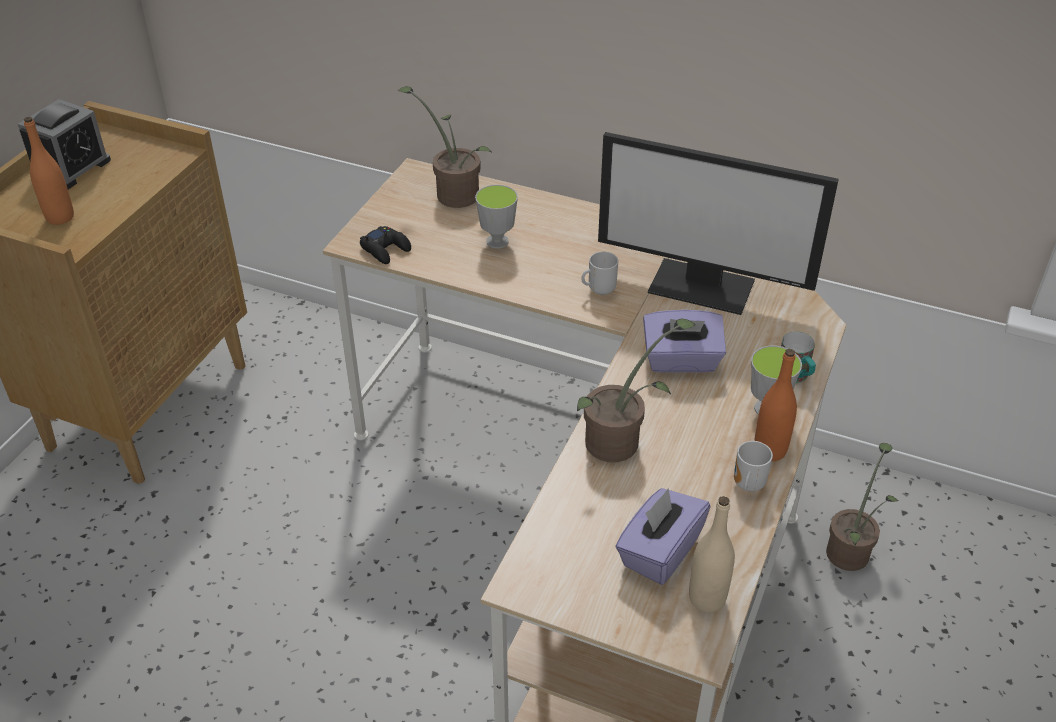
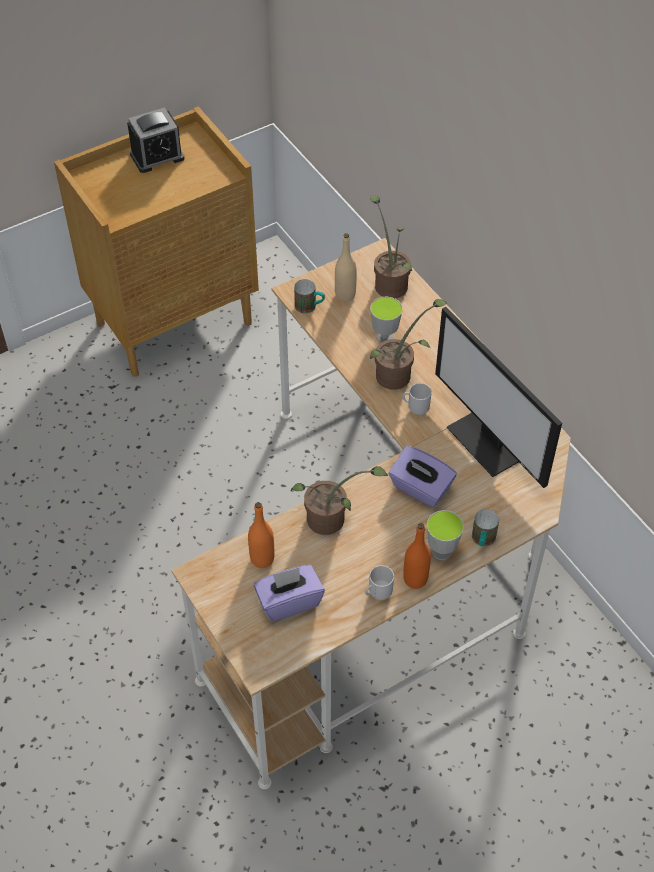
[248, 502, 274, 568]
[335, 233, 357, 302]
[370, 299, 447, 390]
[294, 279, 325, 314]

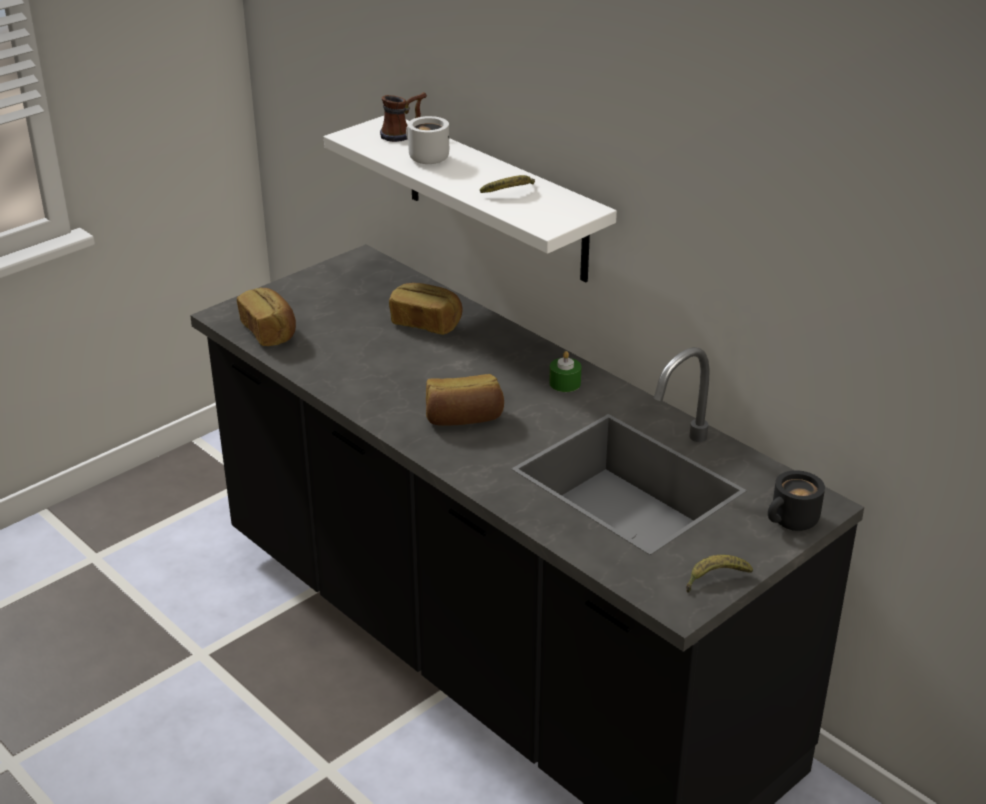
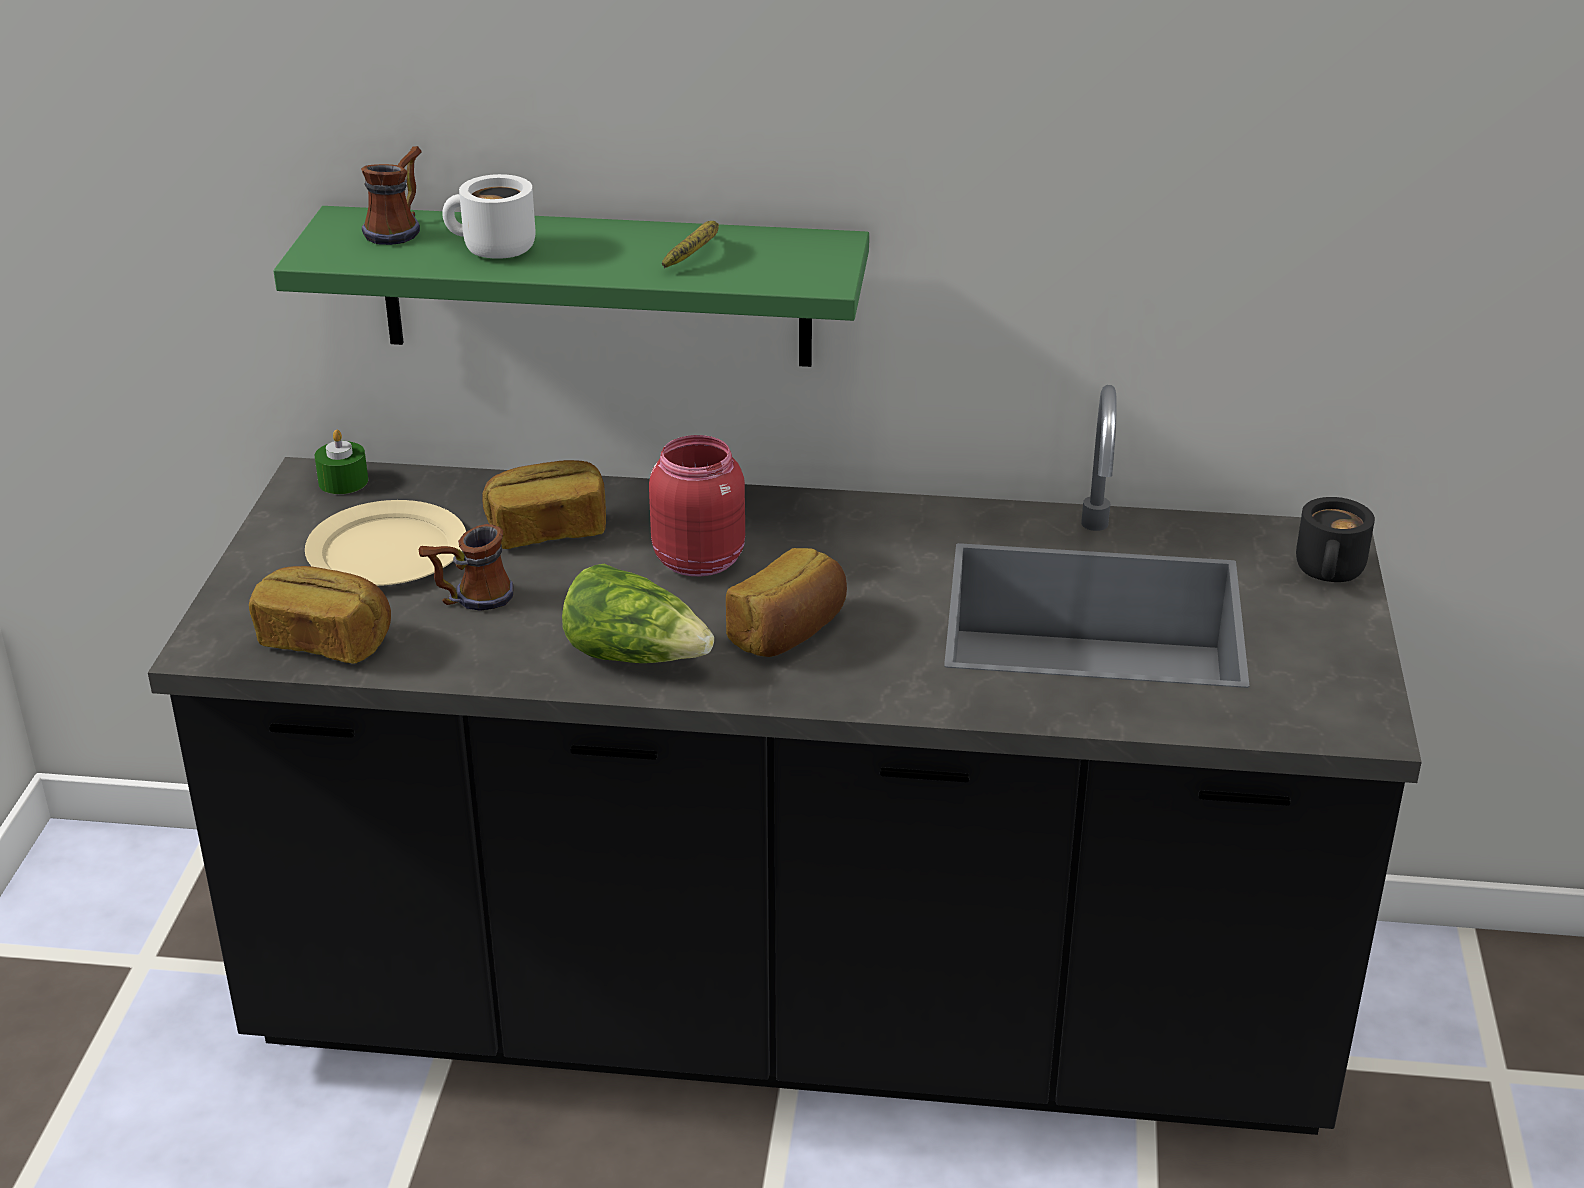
[686, 555, 753, 592] (first image)
[305, 500, 466, 586]
[418, 524, 513, 611]
[562, 564, 714, 663]
[649, 435, 745, 576]
[314, 430, 368, 494]
[274, 206, 869, 367]

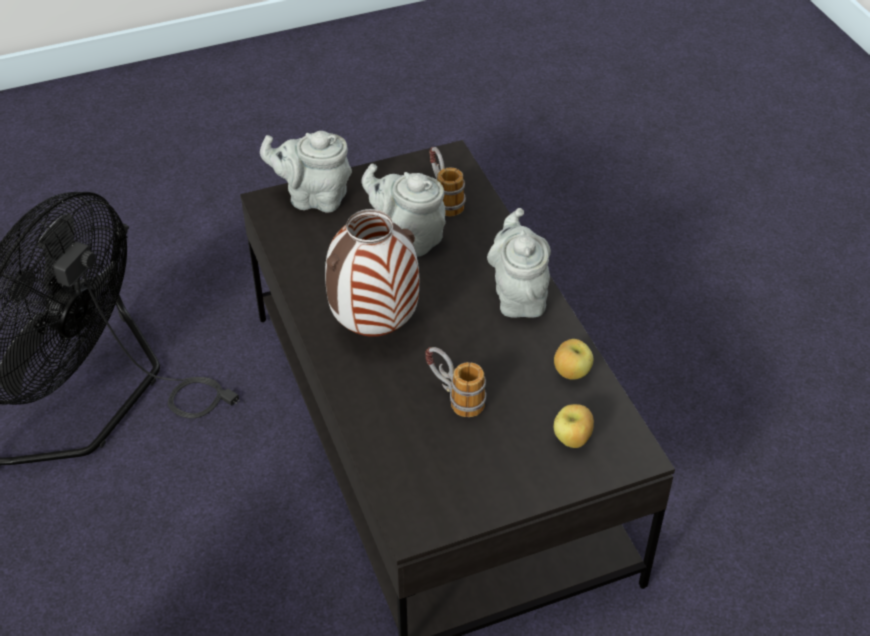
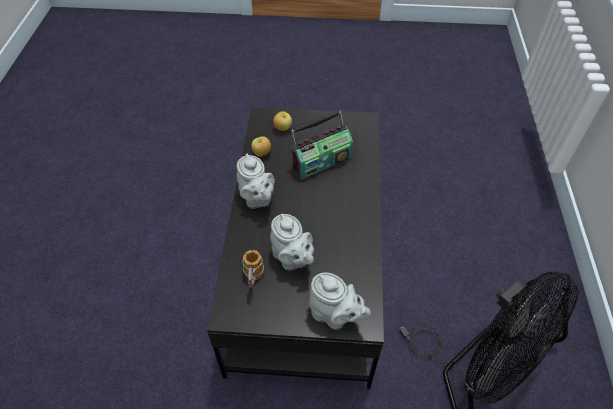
[325, 209, 419, 337] (first image)
[291, 111, 353, 179]
[237, 154, 275, 209]

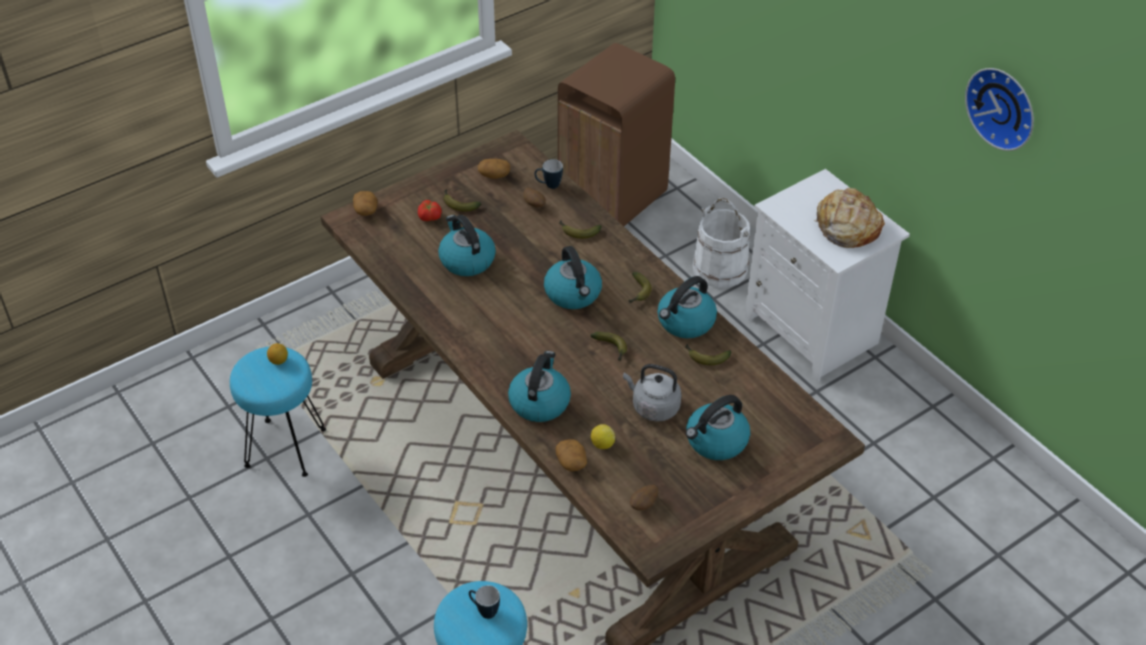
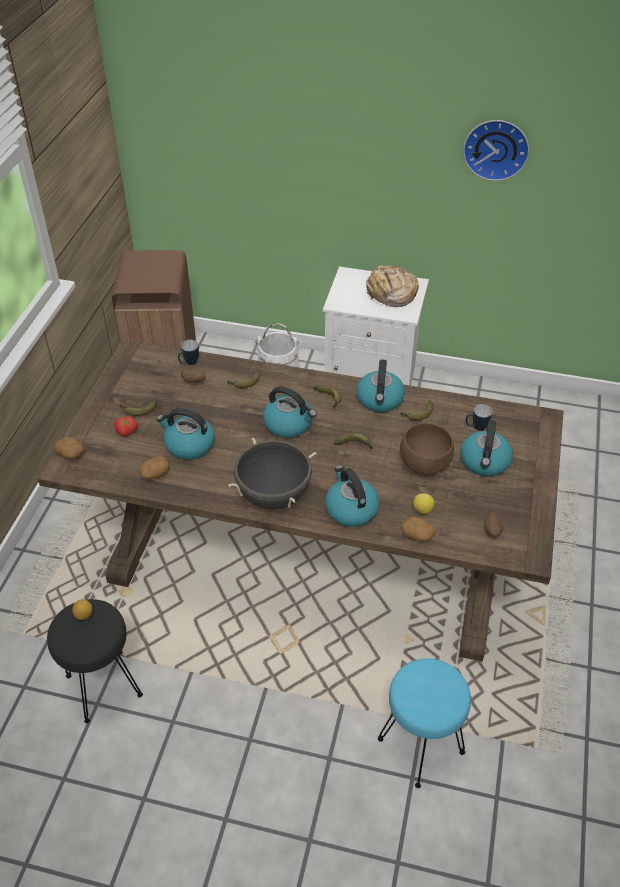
[228, 438, 316, 510]
[466, 404, 493, 431]
[139, 456, 169, 479]
[400, 423, 454, 475]
[47, 599, 143, 723]

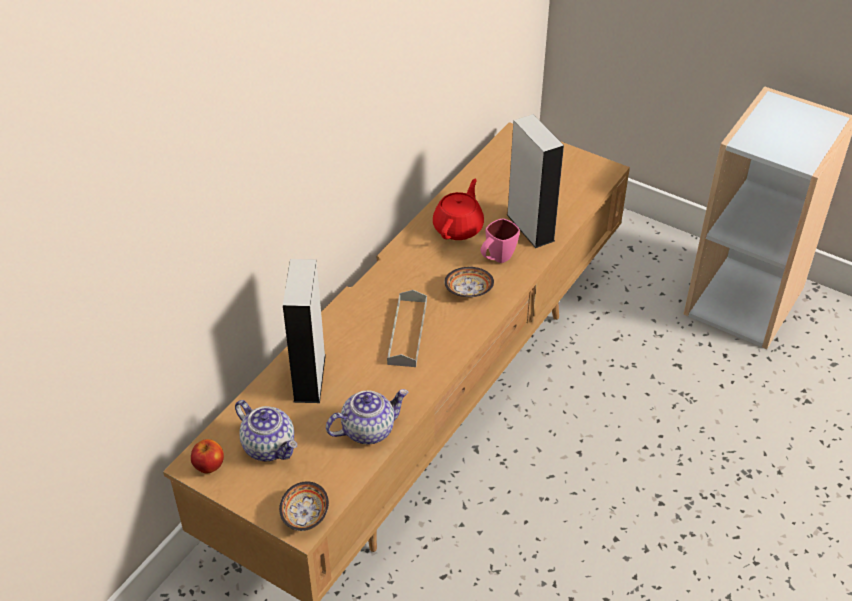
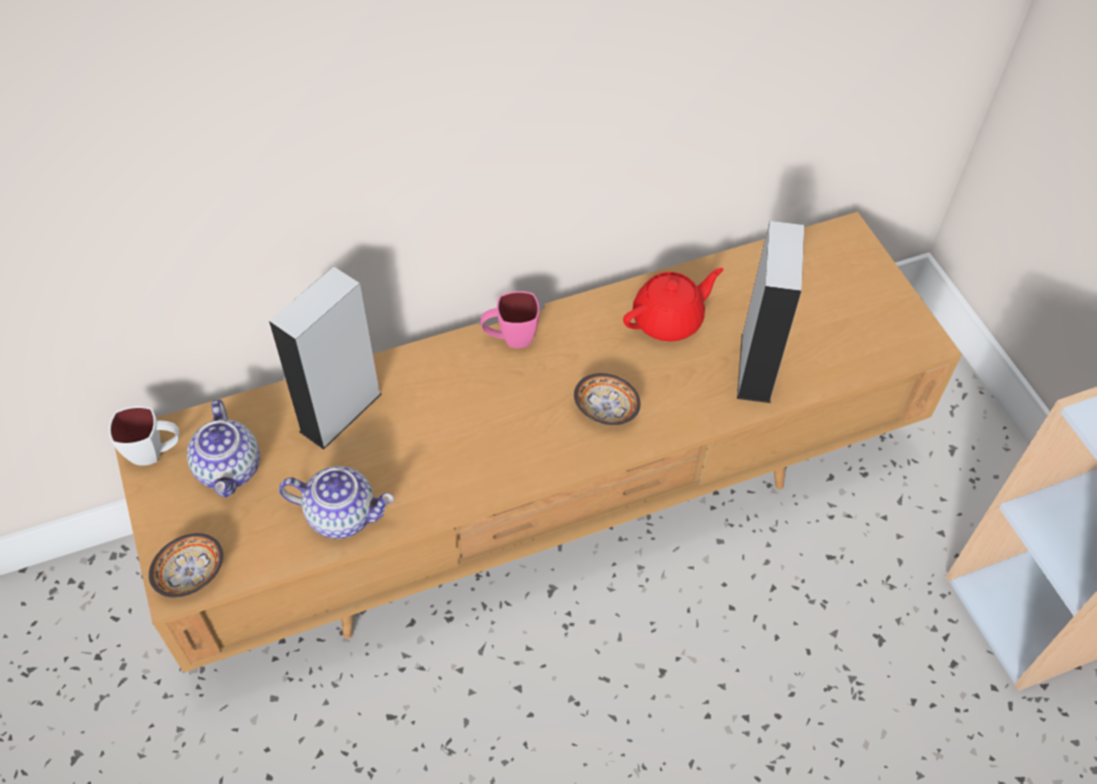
[387, 290, 427, 367] (first image)
[481, 291, 539, 348]
[109, 406, 180, 466]

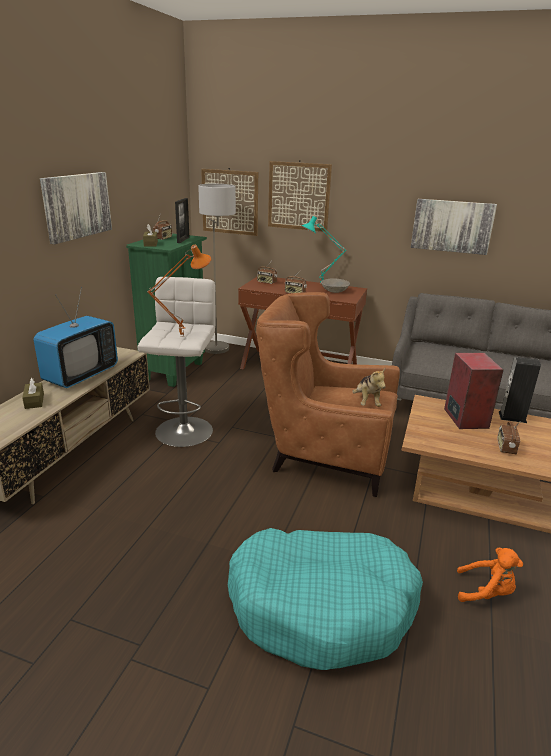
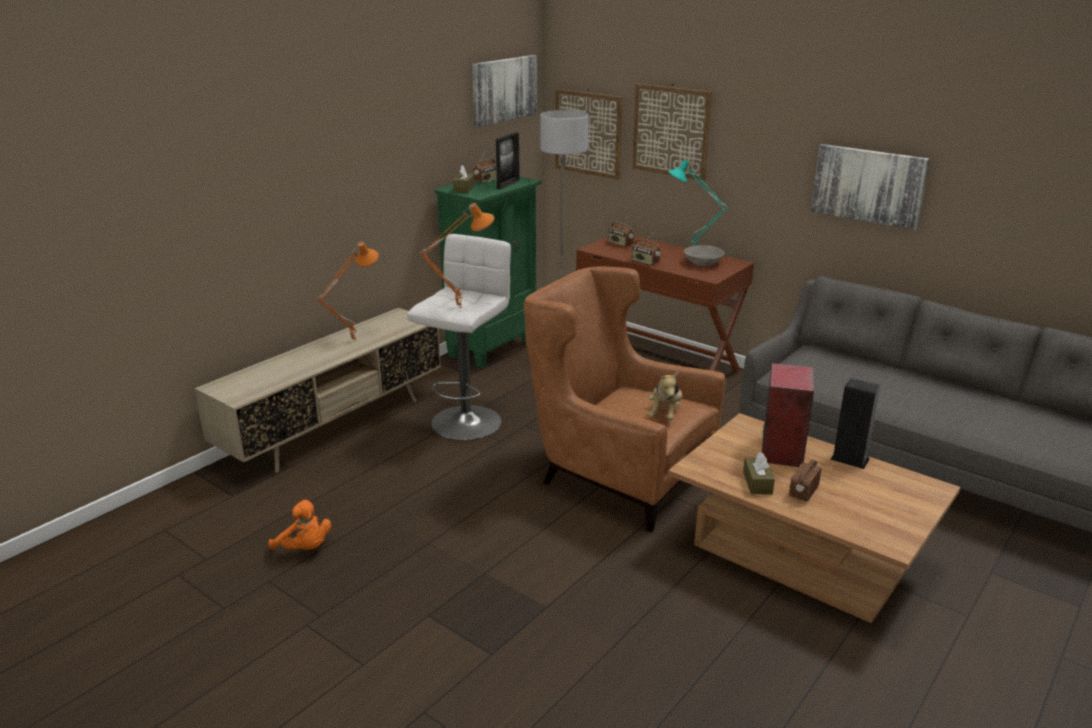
[228, 528, 423, 670] (first image)
[743, 452, 775, 494]
[472, 55, 537, 127]
[269, 500, 331, 550]
[317, 241, 379, 342]

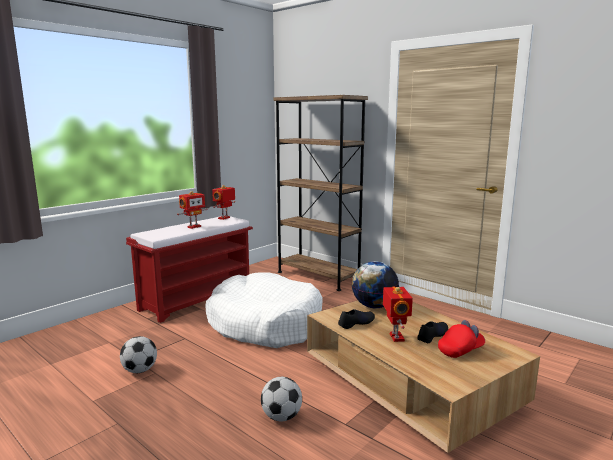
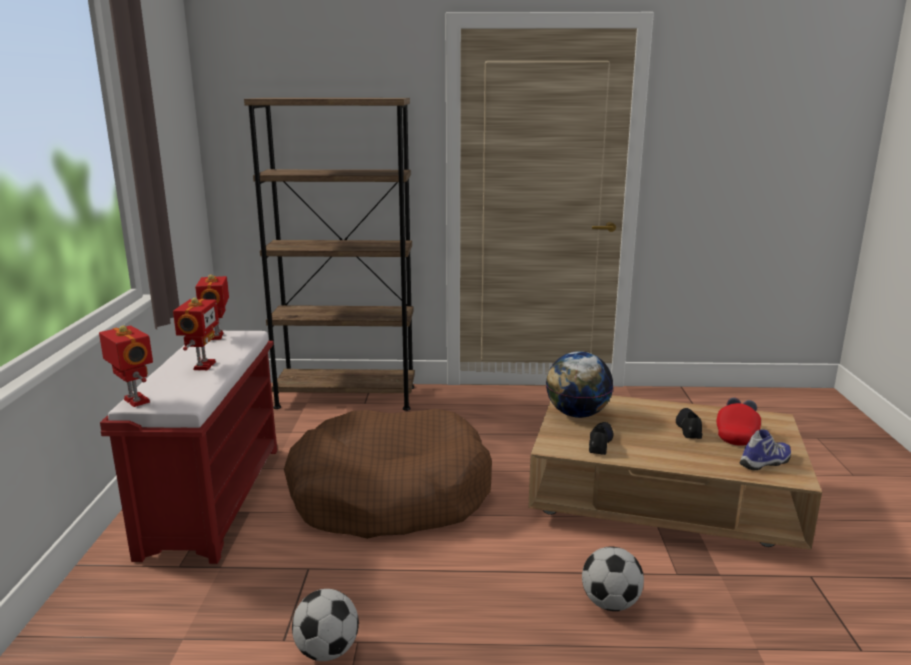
[740, 429, 791, 470]
[99, 325, 153, 407]
[284, 409, 492, 539]

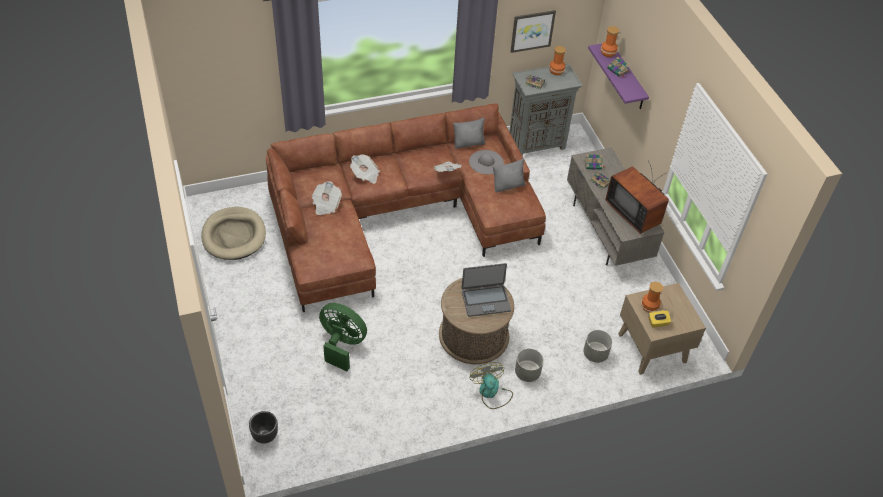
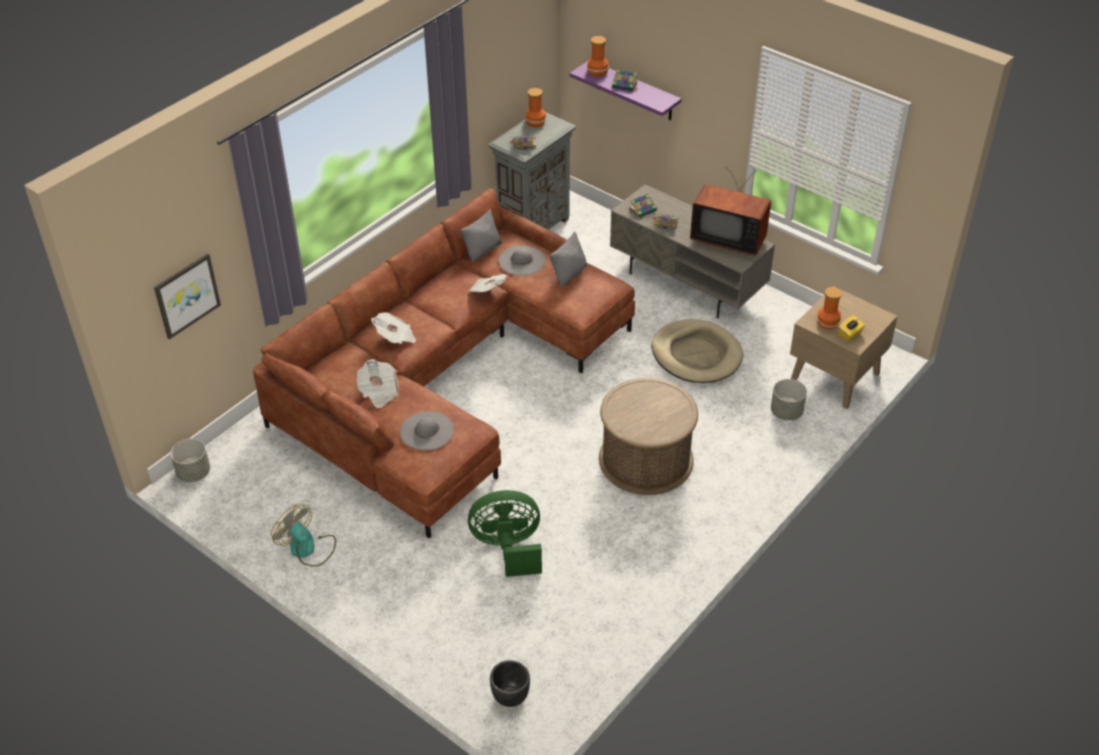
[461, 263, 511, 317] (first image)
[400, 411, 454, 450]
[651, 319, 743, 383]
[271, 504, 336, 567]
[154, 253, 221, 339]
[170, 439, 210, 482]

